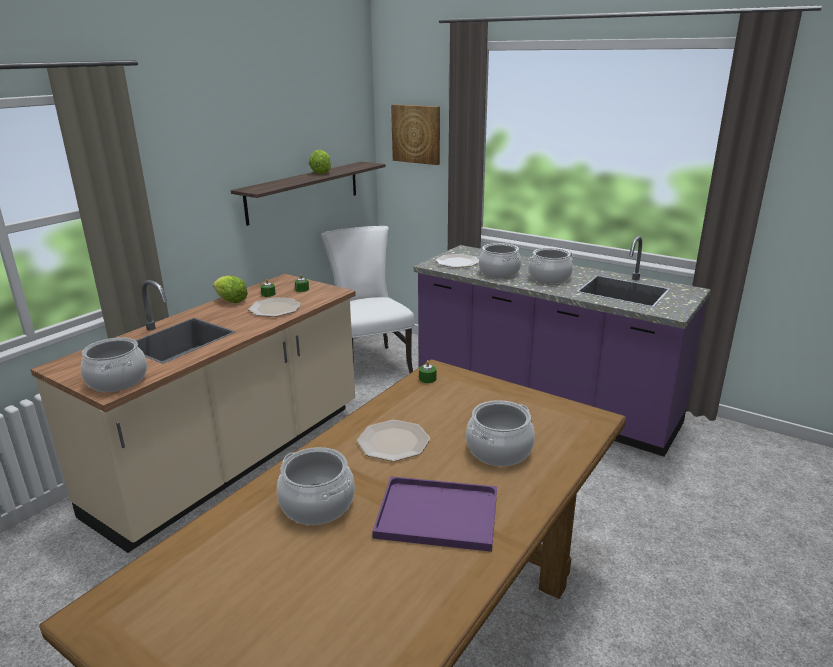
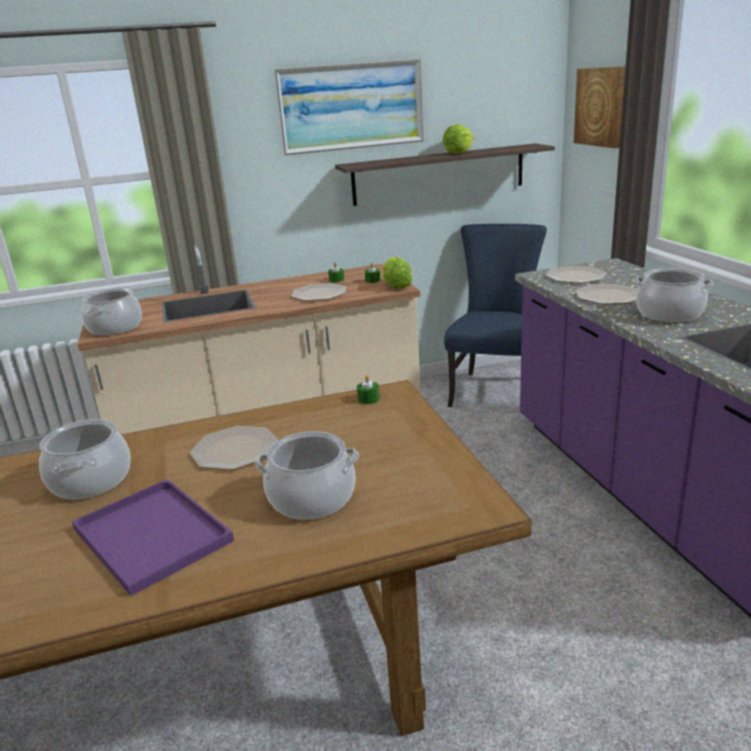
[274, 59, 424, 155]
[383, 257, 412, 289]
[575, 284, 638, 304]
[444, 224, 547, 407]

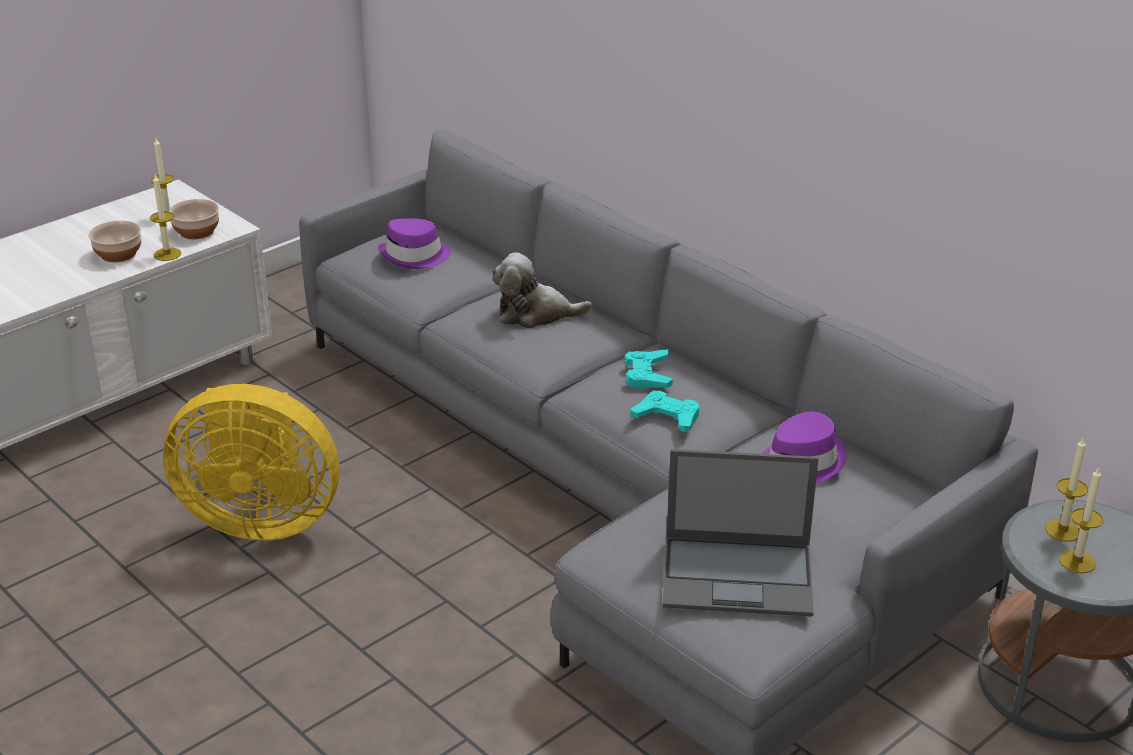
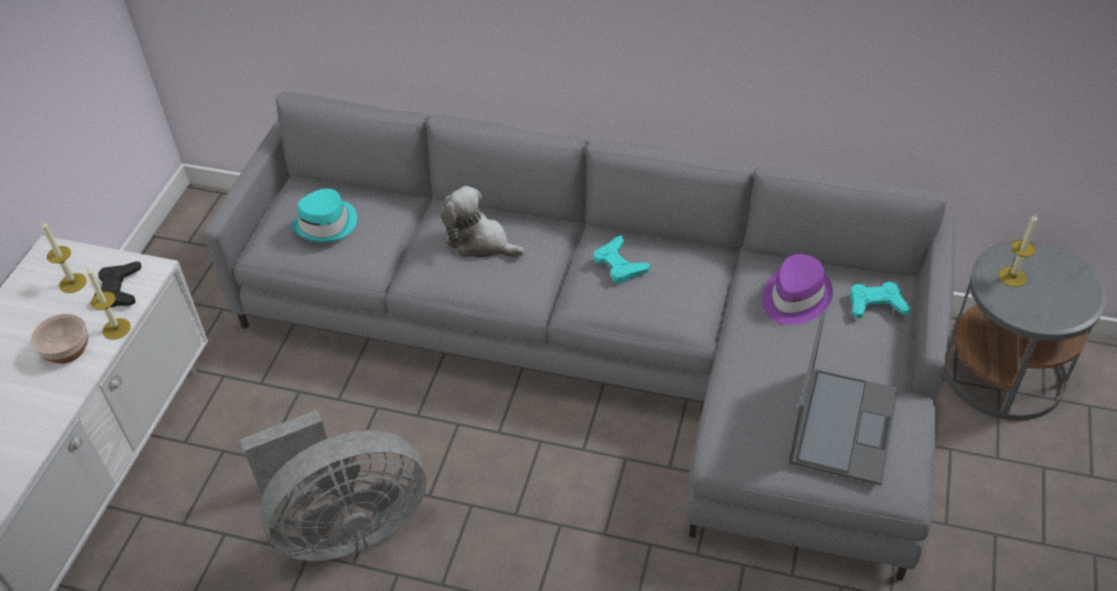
[1059, 466, 1103, 573] (first image)
[850, 282, 910, 319]
[93, 262, 142, 307]
[240, 410, 426, 561]
[292, 189, 357, 243]
[441, 186, 524, 258]
[789, 311, 898, 485]

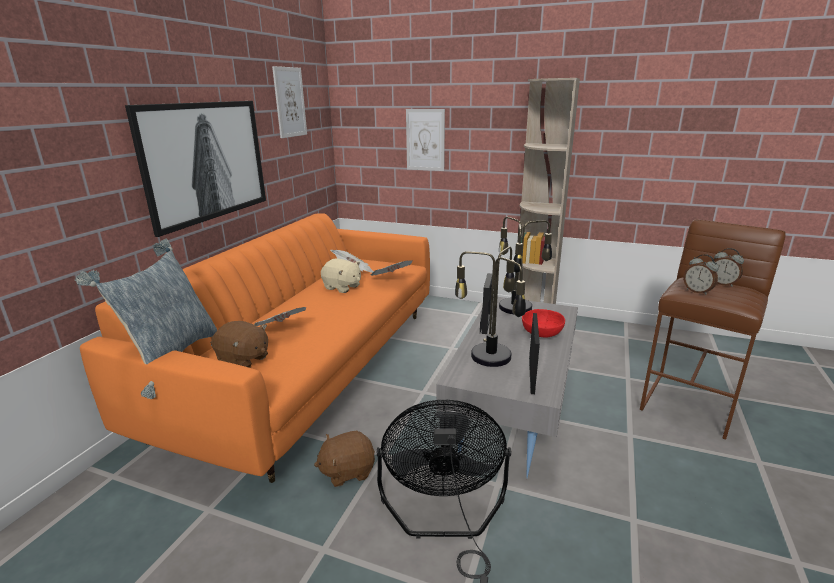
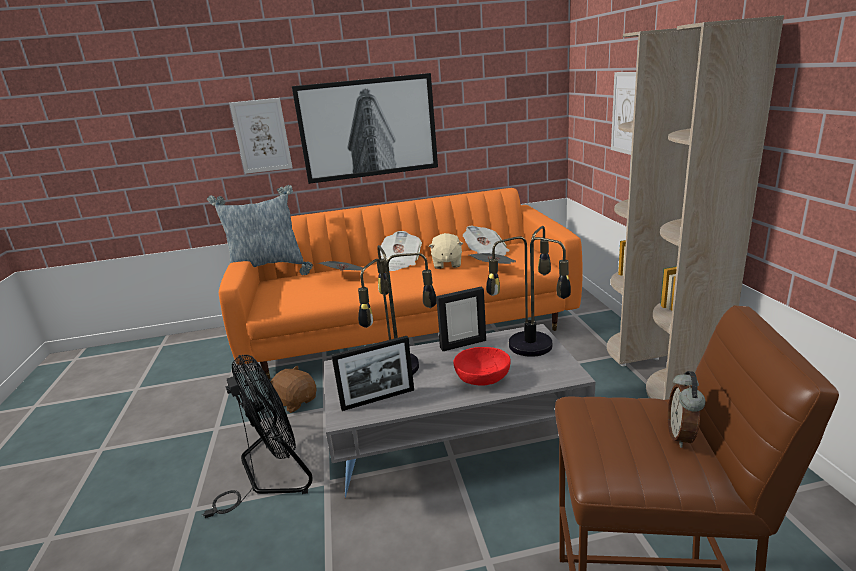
[211, 321, 268, 368] (first image)
[683, 254, 719, 295] (first image)
[380, 231, 422, 271]
[607, 28, 701, 366]
[230, 98, 293, 174]

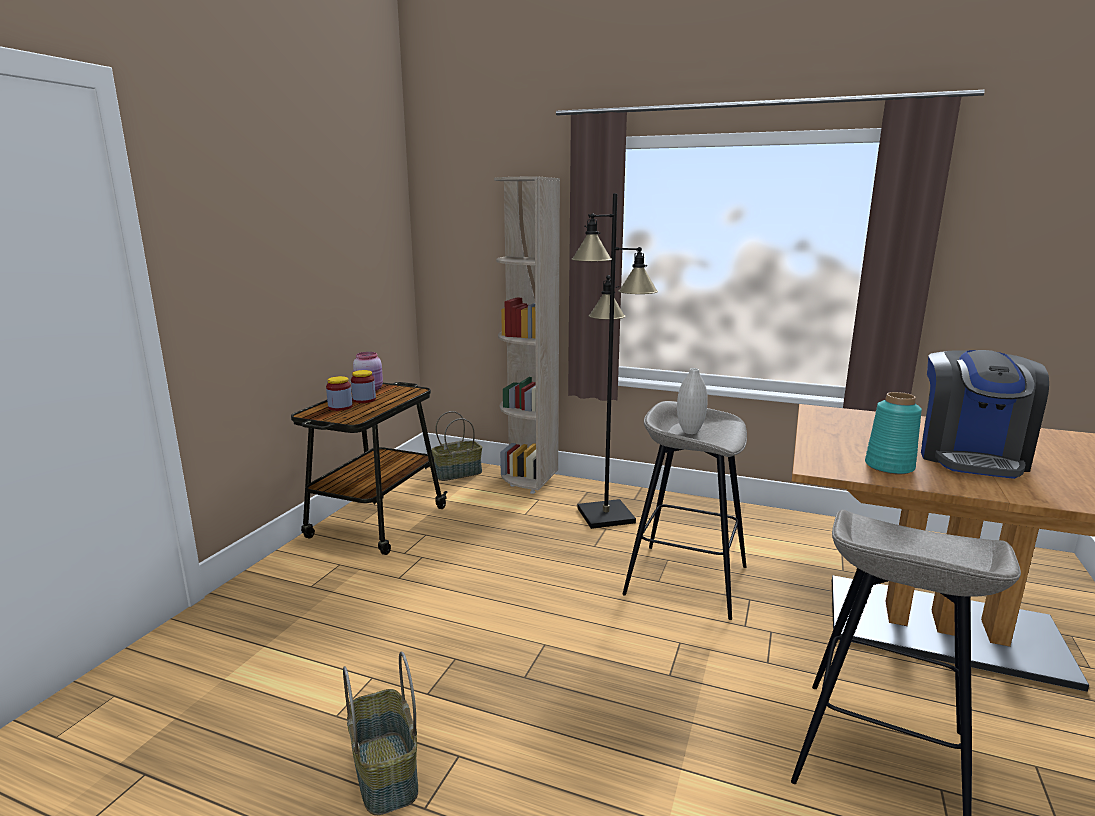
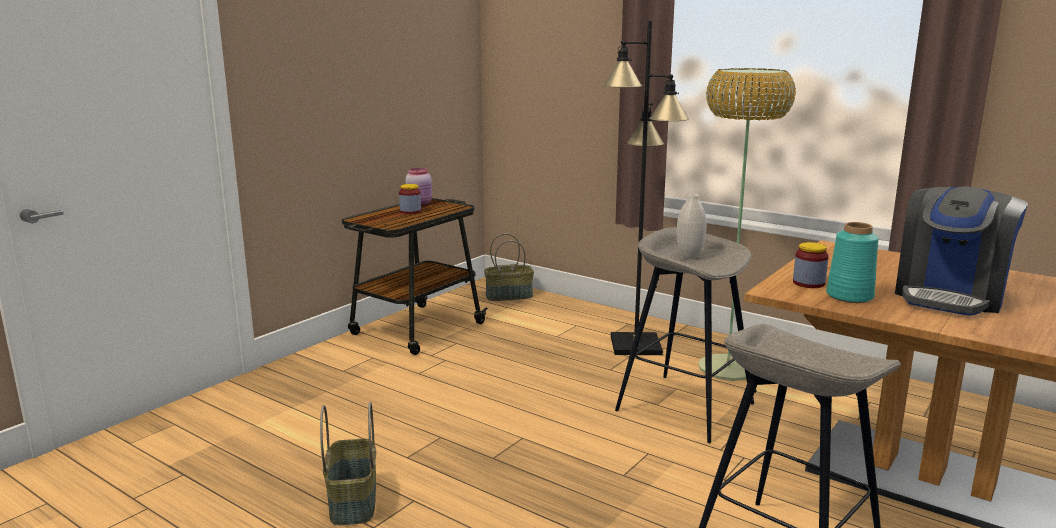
[494, 176, 560, 494] (first image)
[699, 68, 796, 381]
[793, 242, 829, 288]

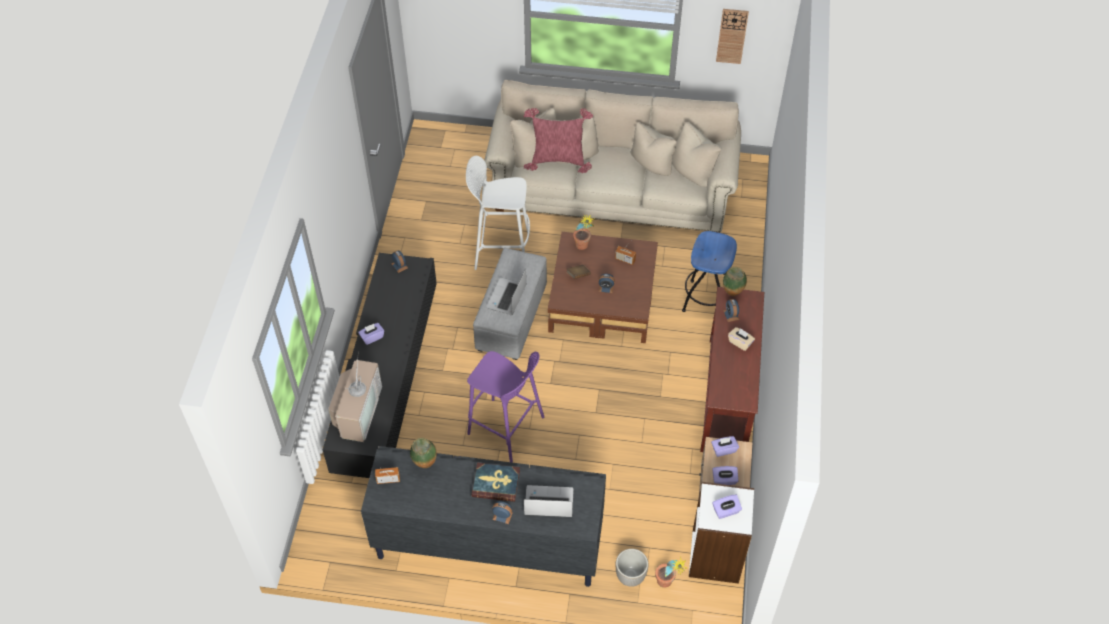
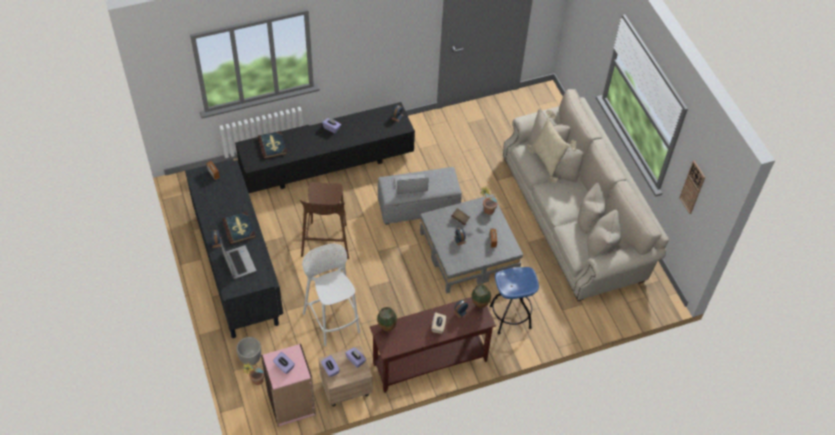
[377, 307, 397, 332]
[302, 244, 360, 346]
[258, 131, 287, 159]
[300, 182, 349, 259]
[527, 110, 576, 184]
[420, 194, 523, 293]
[261, 344, 316, 427]

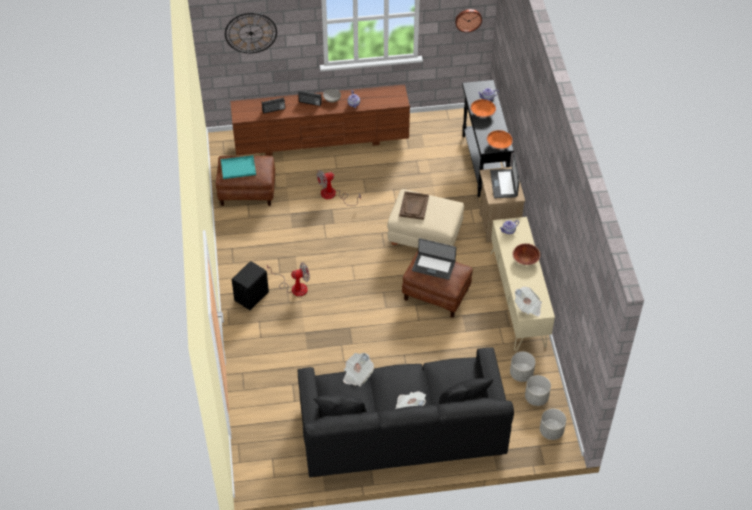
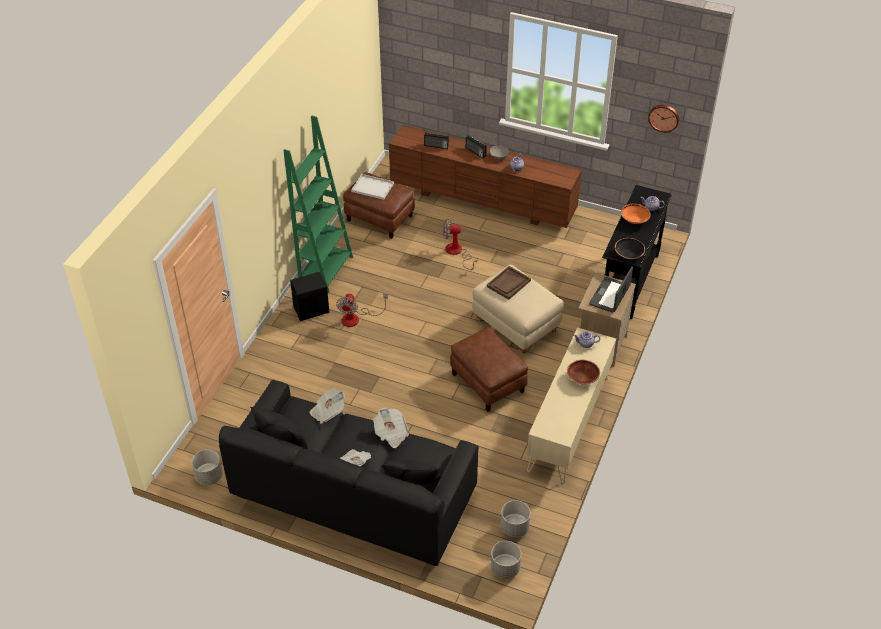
[225, 13, 277, 54] (first image)
[412, 238, 456, 280] (first image)
[284, 115, 353, 293]
[191, 450, 223, 485]
[373, 407, 409, 448]
[351, 174, 394, 200]
[615, 238, 645, 259]
[336, 294, 388, 327]

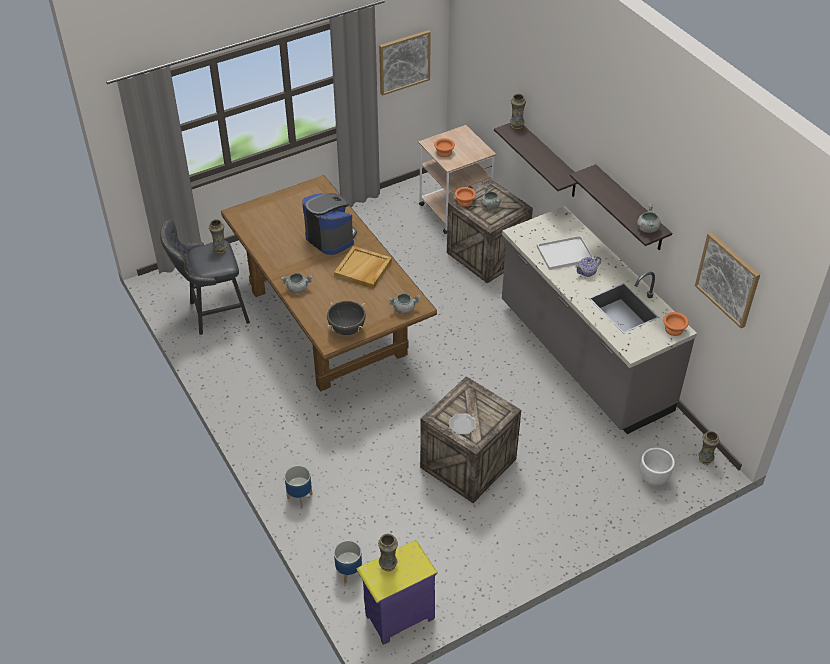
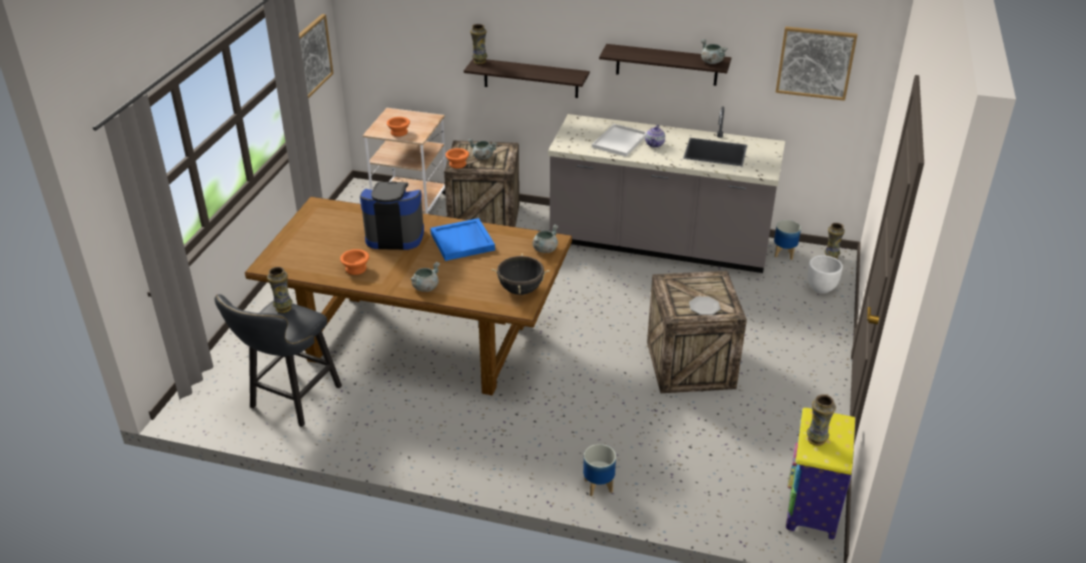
[774, 220, 801, 260]
[340, 249, 369, 275]
[430, 218, 495, 261]

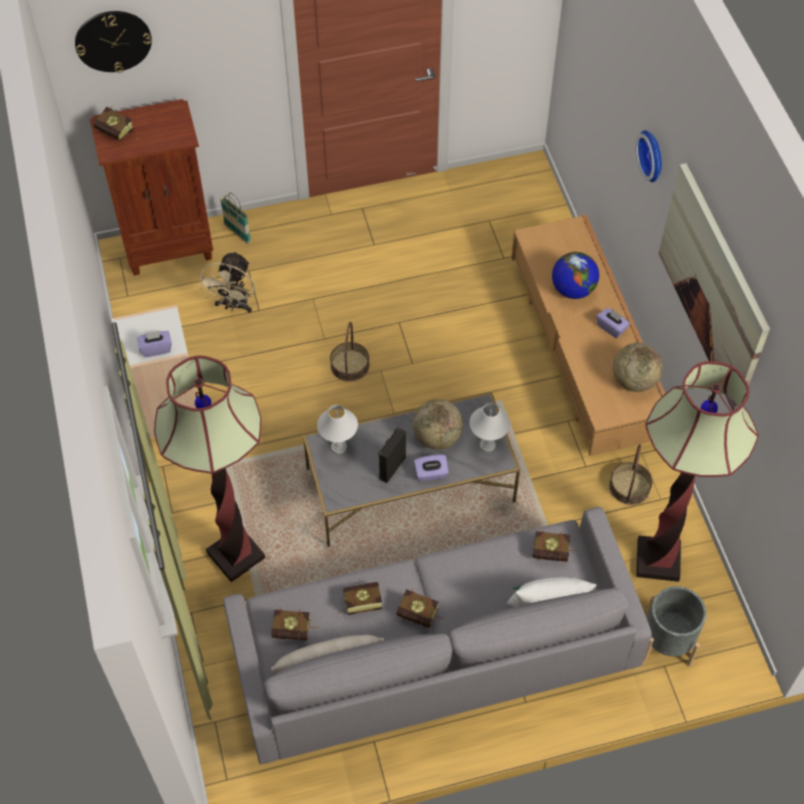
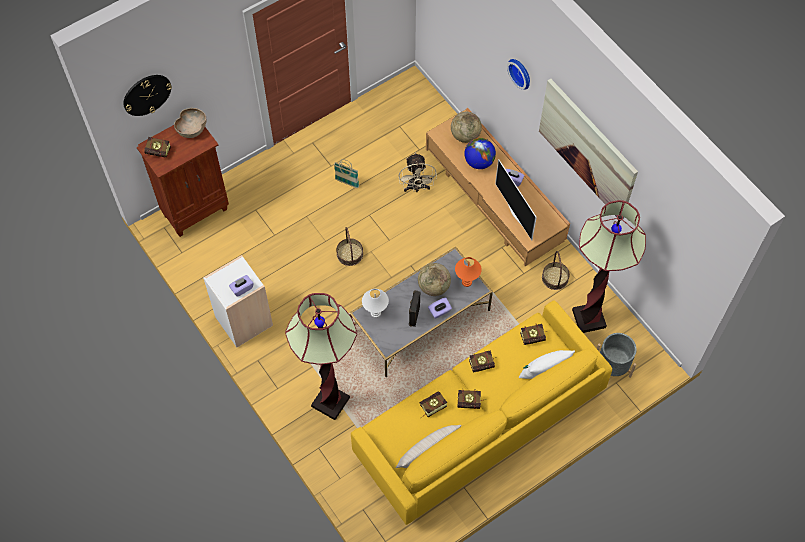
[174, 108, 206, 138]
[495, 159, 537, 240]
[399, 152, 437, 192]
[334, 159, 359, 188]
[469, 350, 497, 372]
[451, 112, 482, 143]
[351, 300, 612, 525]
[455, 257, 482, 287]

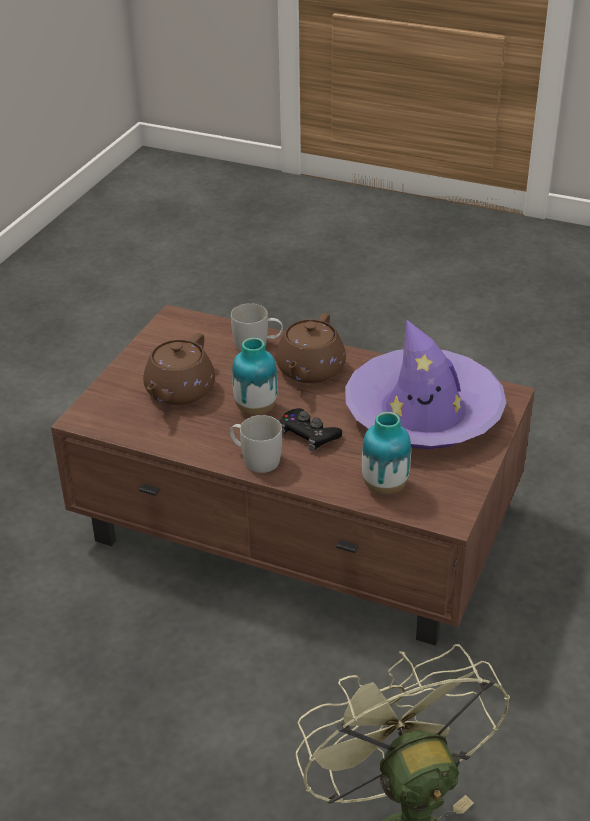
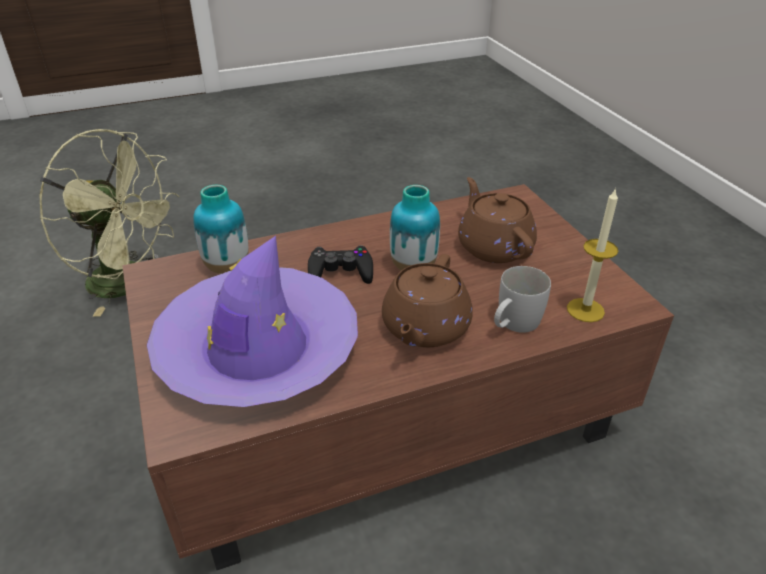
[230, 415, 282, 473] (first image)
[567, 188, 618, 322]
[382, 254, 473, 347]

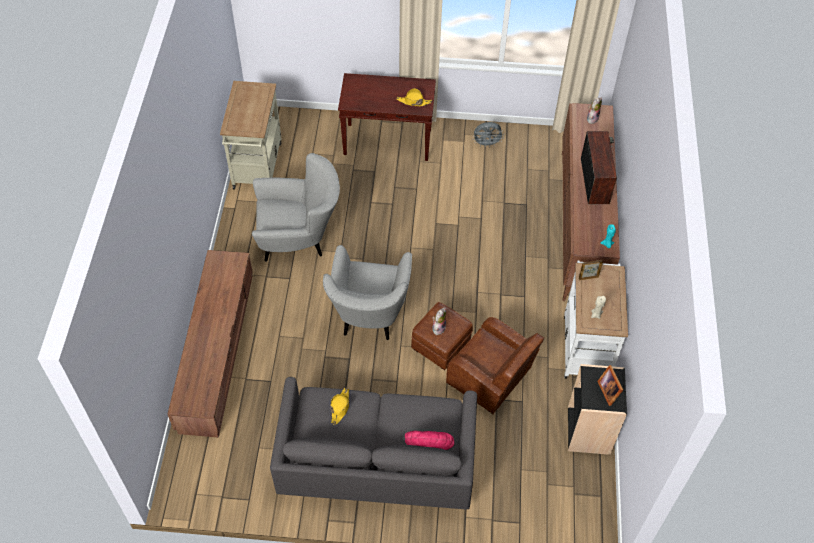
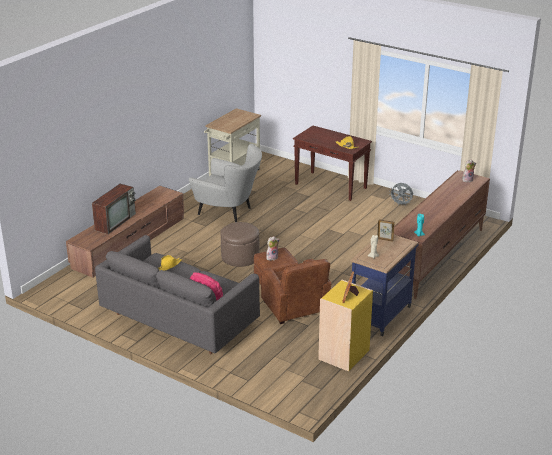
[92, 184, 136, 234]
[220, 222, 260, 267]
[351, 235, 419, 336]
[318, 280, 373, 371]

